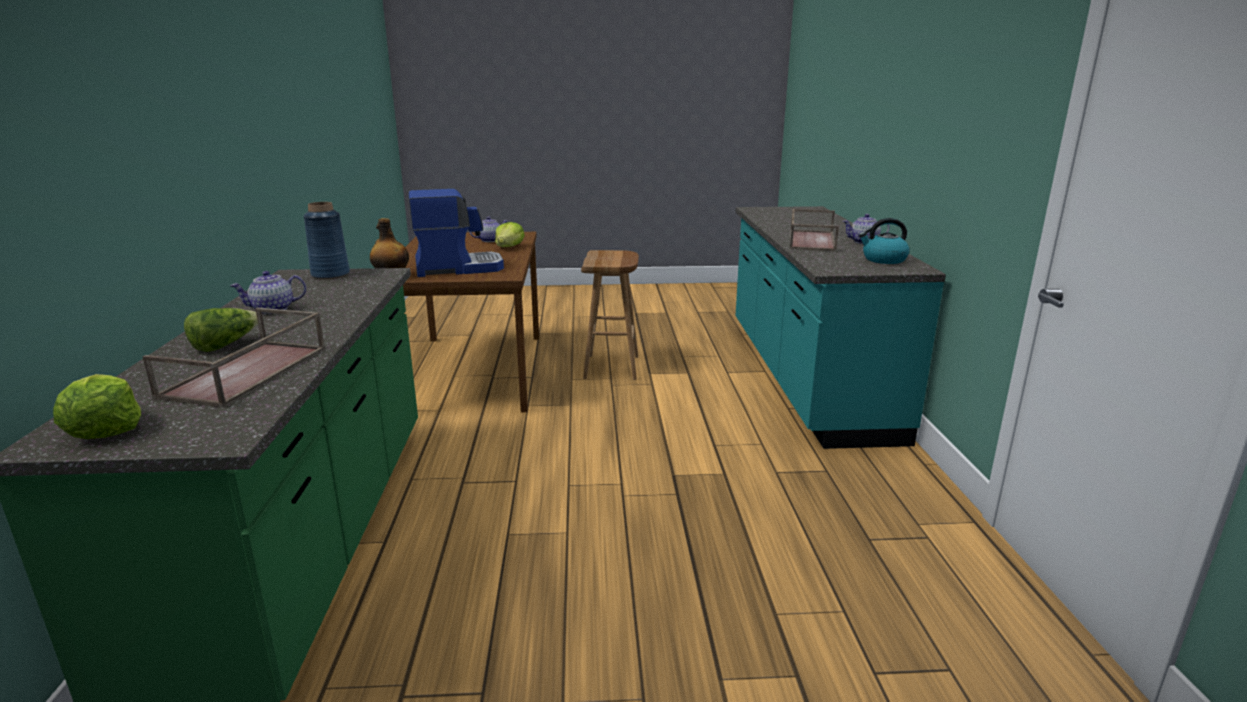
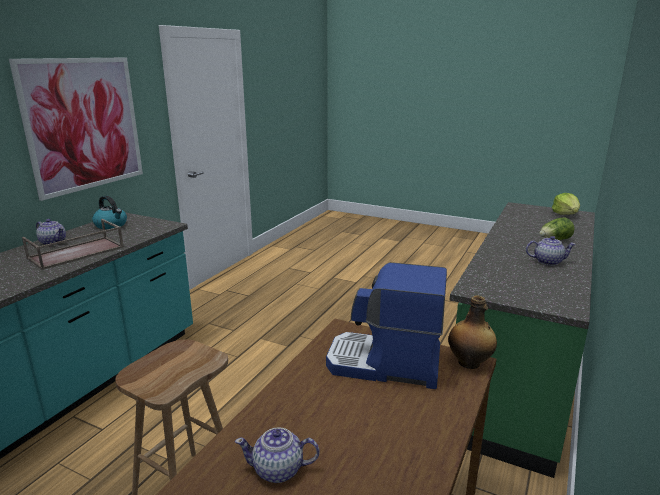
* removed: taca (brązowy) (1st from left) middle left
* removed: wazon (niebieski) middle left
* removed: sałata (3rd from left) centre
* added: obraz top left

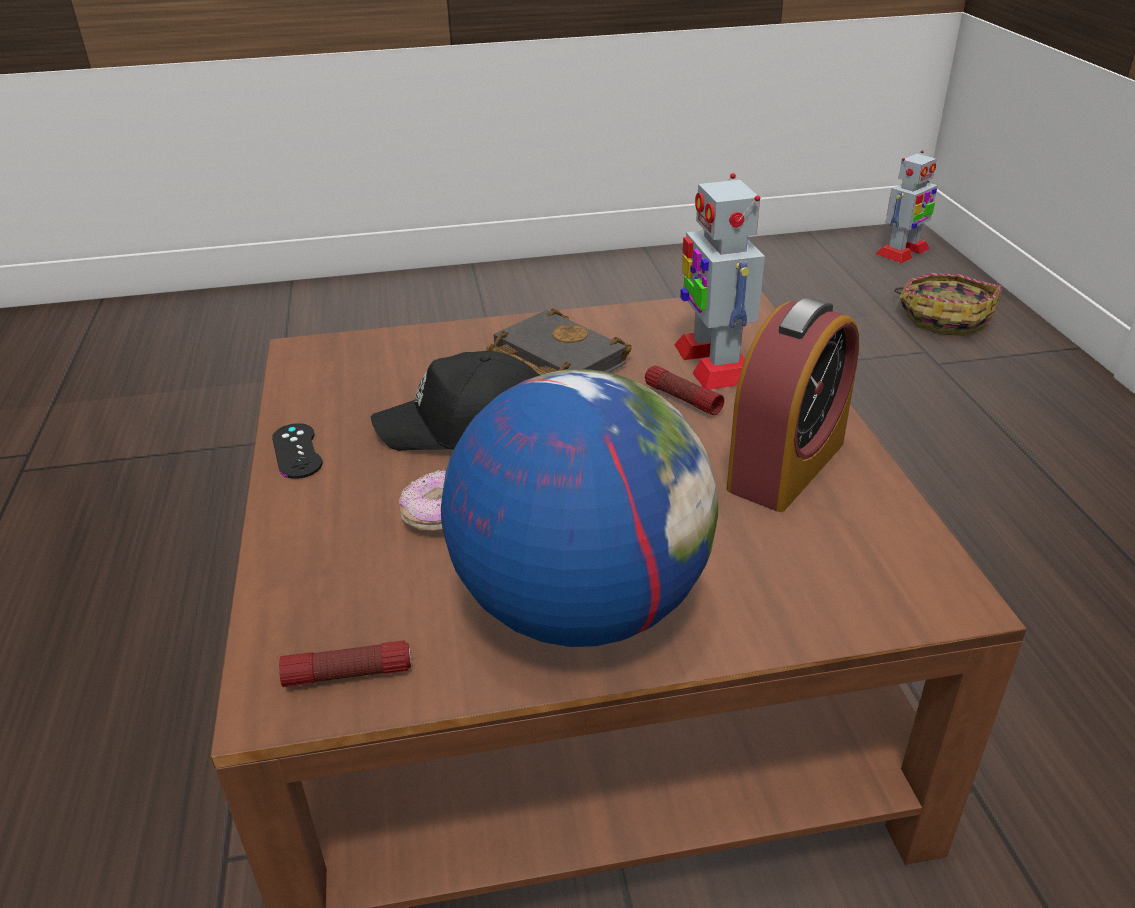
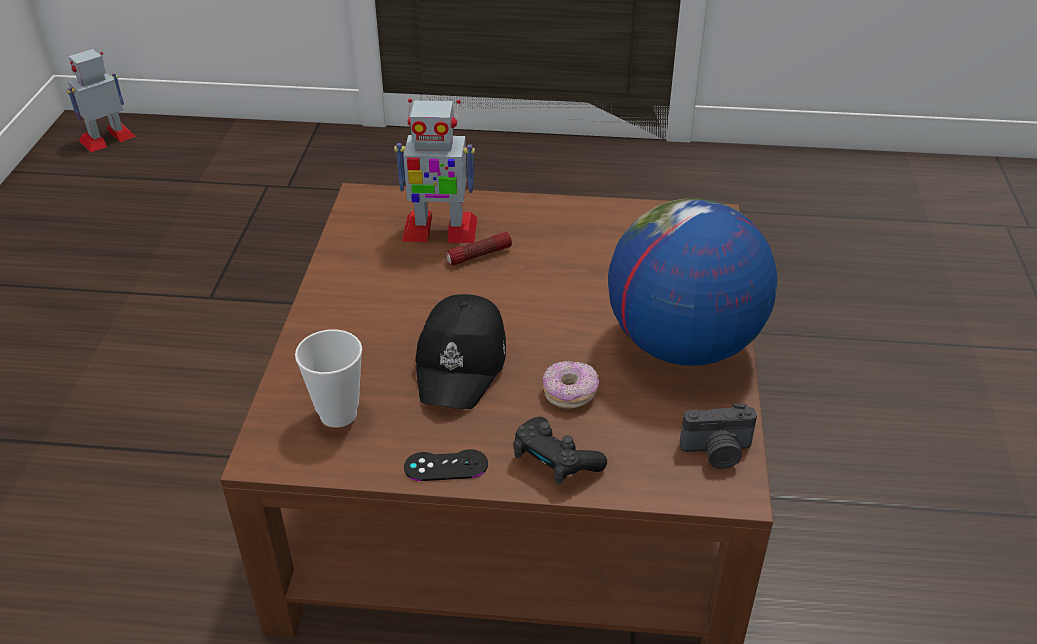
* replaced: latarka (1st from left) bottom left to aparat fotograficzny bottom right
* removed: książka (czarny) centre
* removed: budzik middle right
* turned: robot zabawkowy (2nd from left in the first image) top right = top left 105 degrees counterclockwise
* removed: koszyk middle right
* added: filiżanka middle left
* added: pad do gier (czarny) (2nd from left) bottom centre

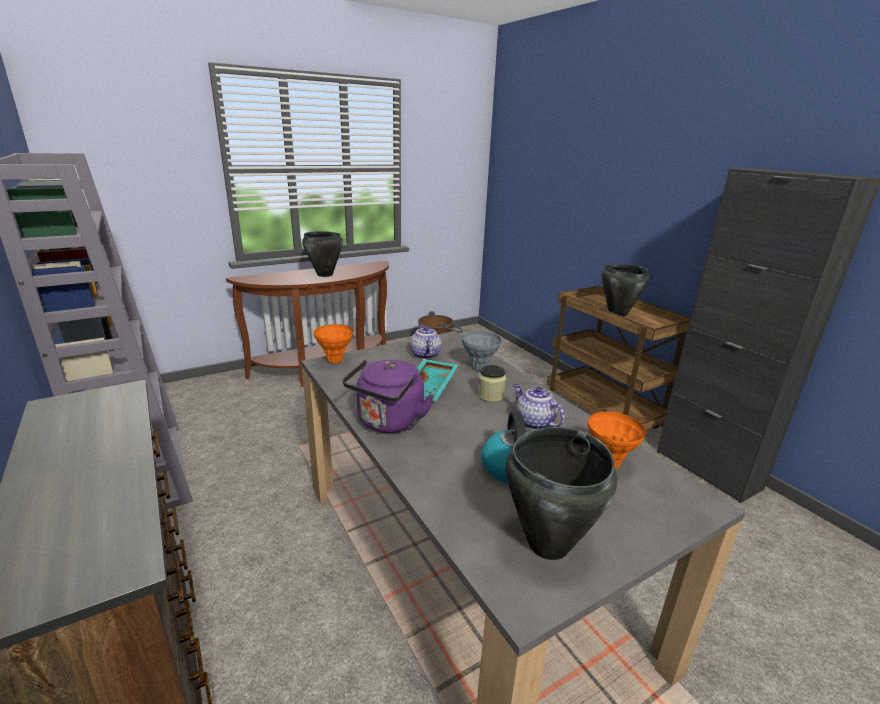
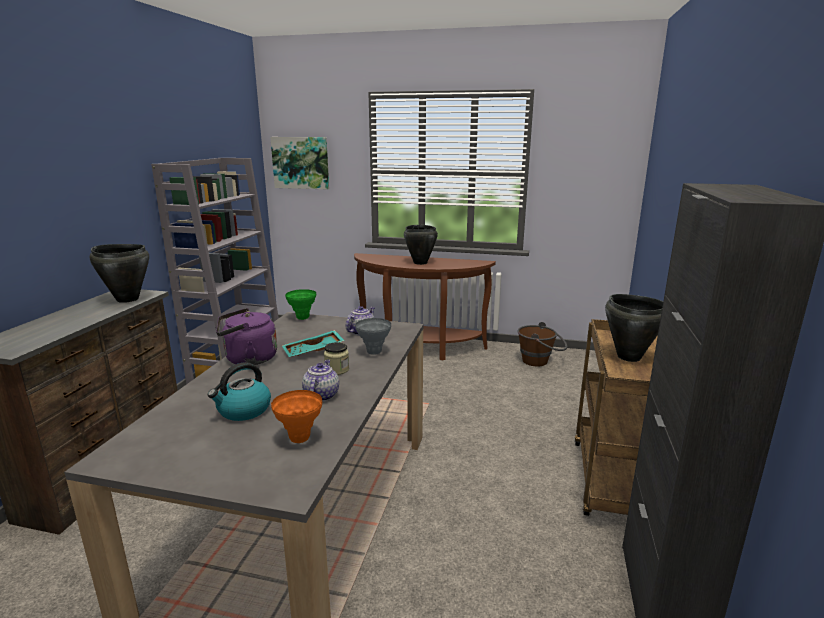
* recoloured: wazon (pomarańczowy) (1st from left) centre to wazon (zielony) centre
* moved: garnek (czarny) (2nd from left in the first image) bottom centre to garnek (czarny) (1st from left) middle left
* added: obraz top centre

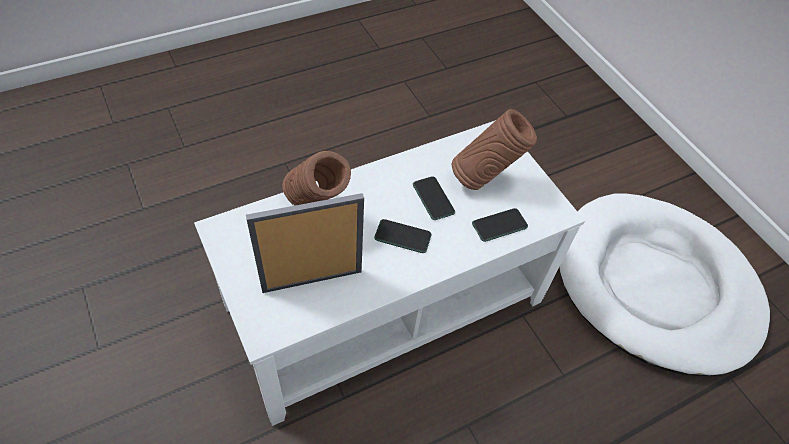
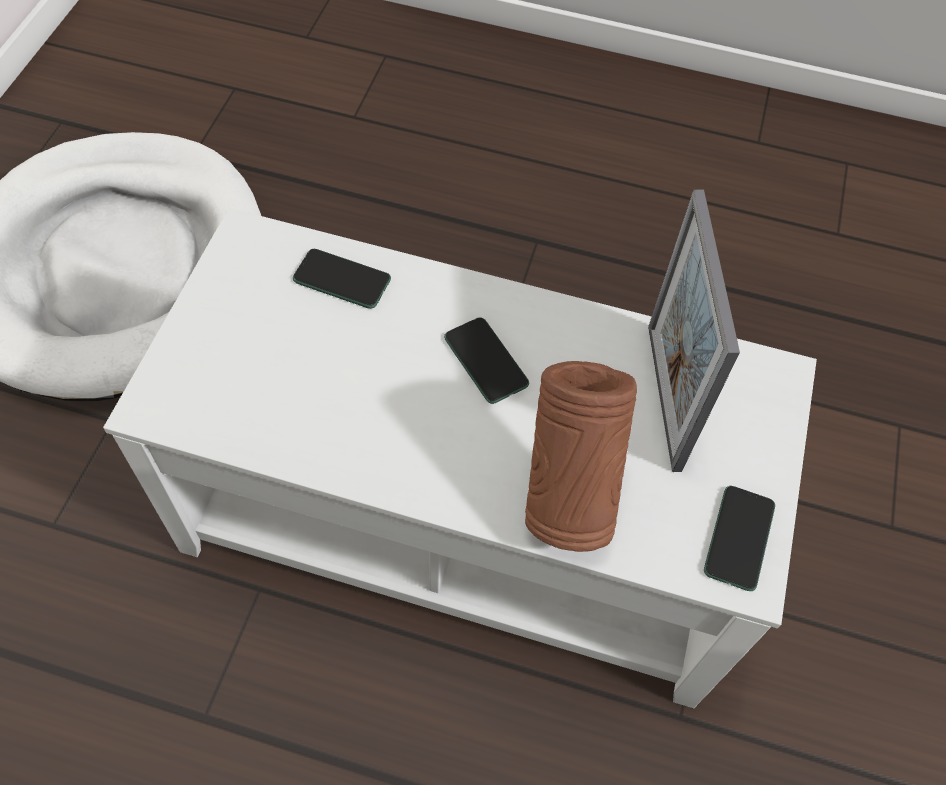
* turned: ramka na zdjęcie centre = middle right 60 degrees clockwise
* moved: telefon (2nd from left in the first image) centre to telefon (3rd from left) bottom right
* removed: wazon (brązowy) (2nd from left) centre

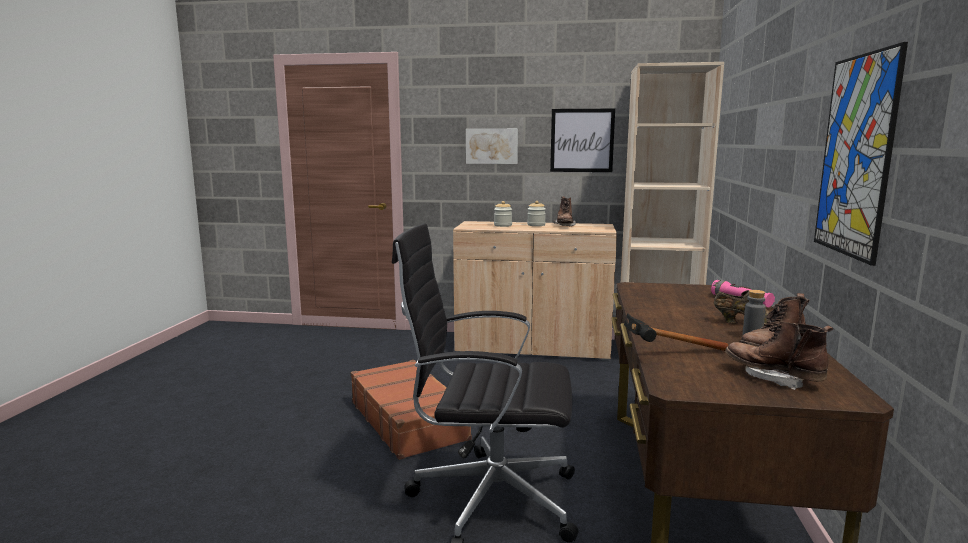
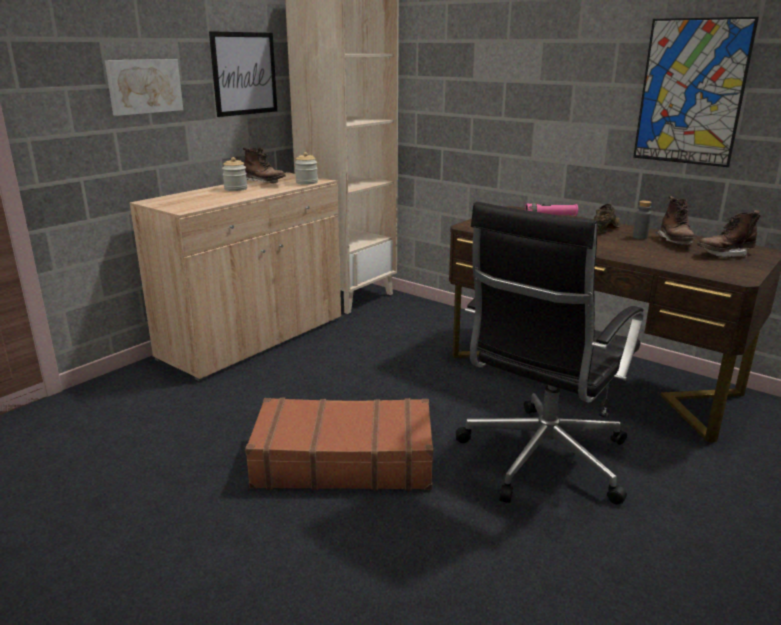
* moved: słoik (1st from left in the first image) centre to słoik (2nd from left) top centre
* removed: młotek middle right

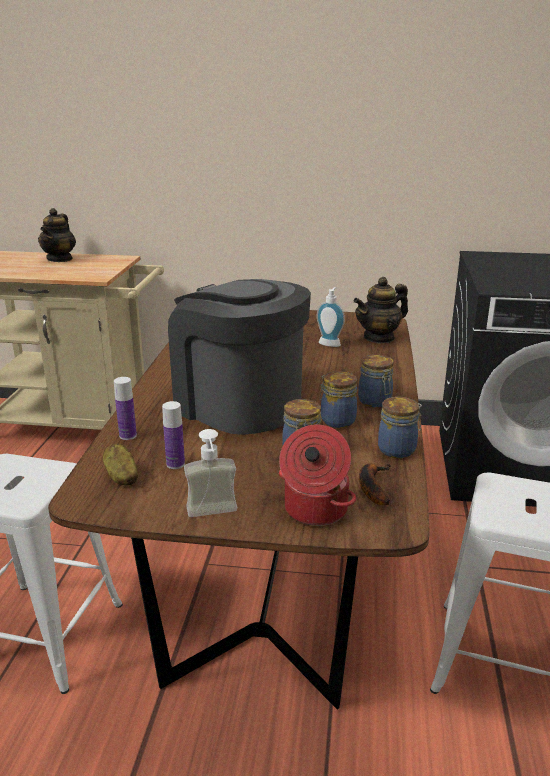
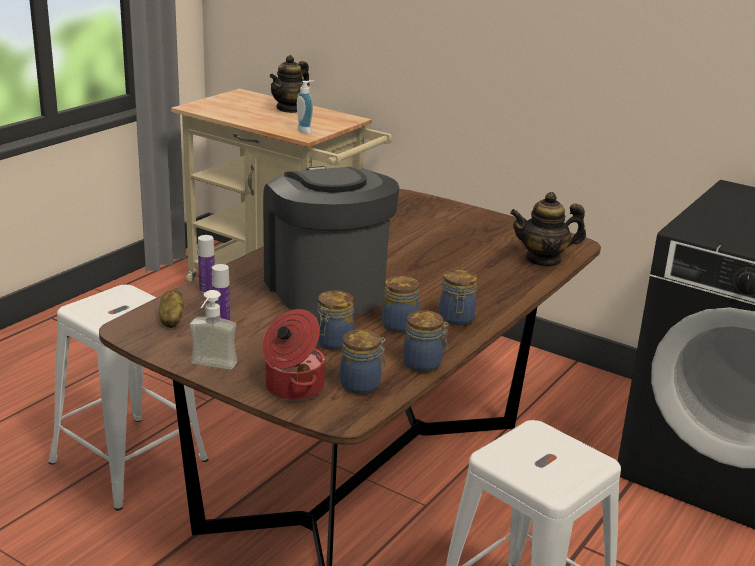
* moved: dozownik mydła (2nd from left) centre to top centre
* replaced: banan middle right to słoik (2nd from left) centre

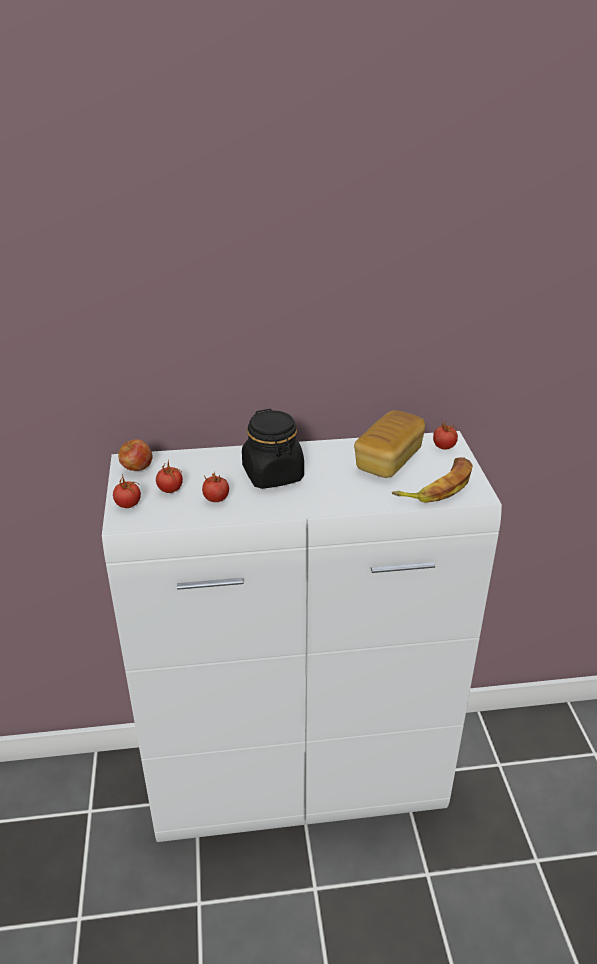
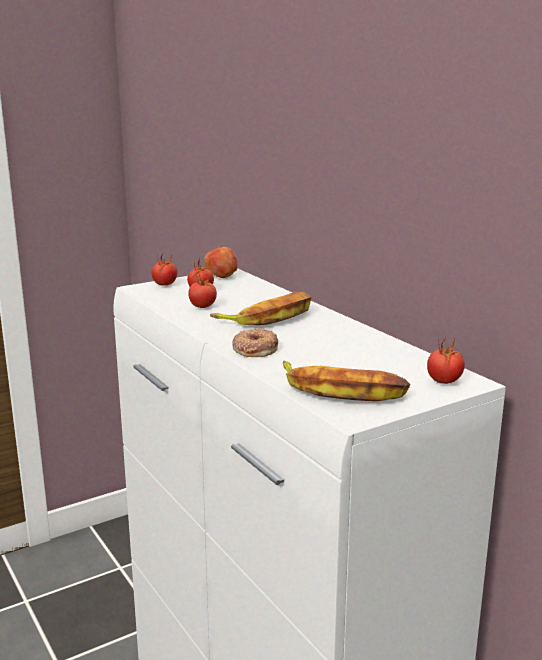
* replaced: słoik (czarny) centre to banan (1st from left) centre
* removed: chleb centre
* added: donut centre

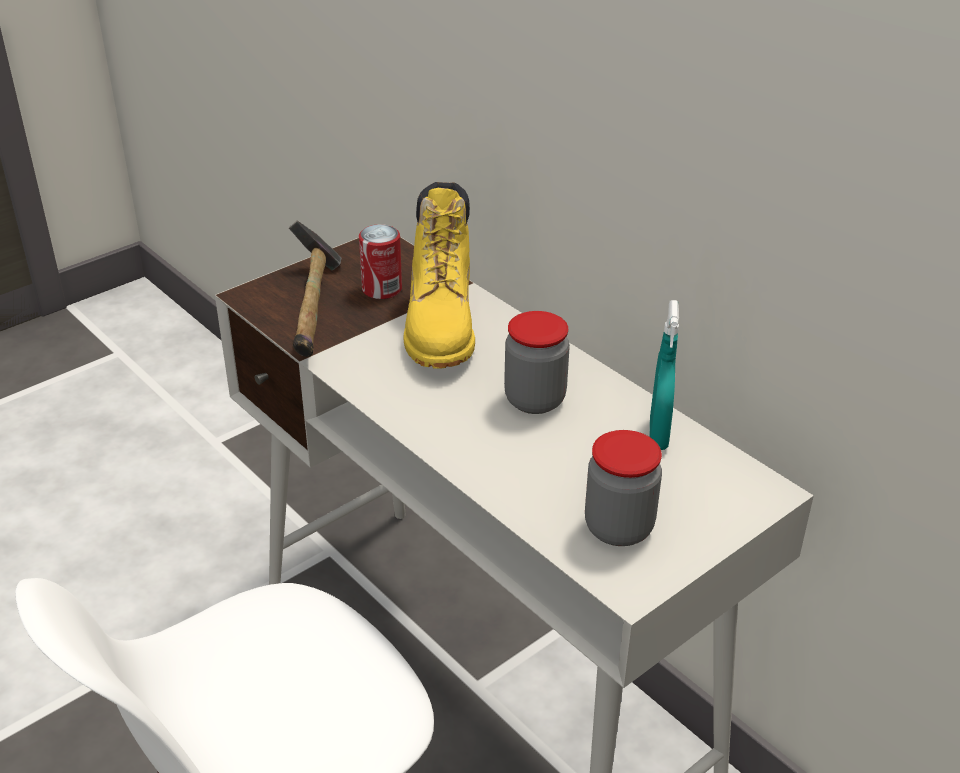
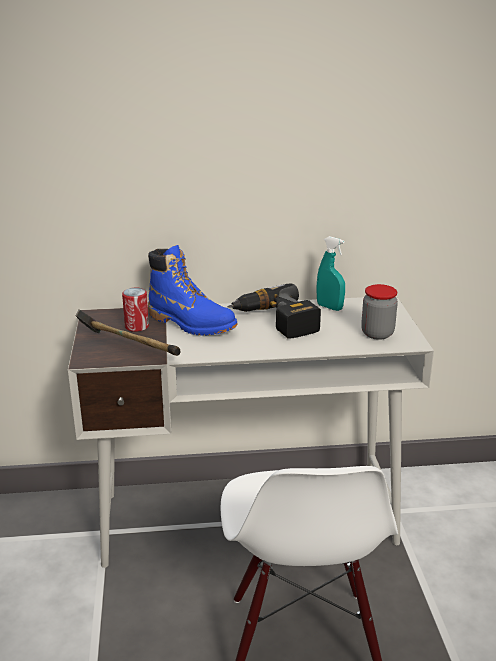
* recoloured: but z cholewką (żółty) centre to but z cholewką (niebieski) centre
* replaced: słoik (1st from left) centre to wiertarka centre

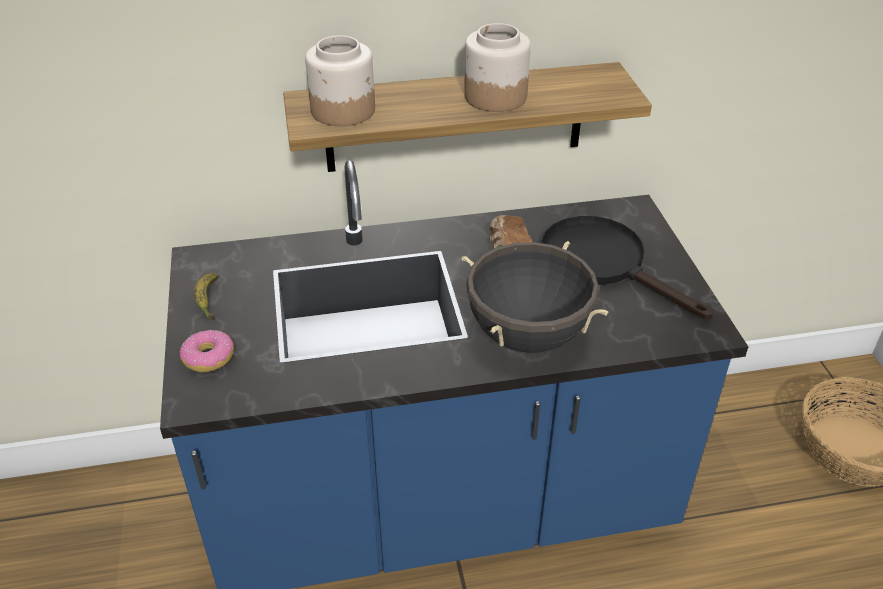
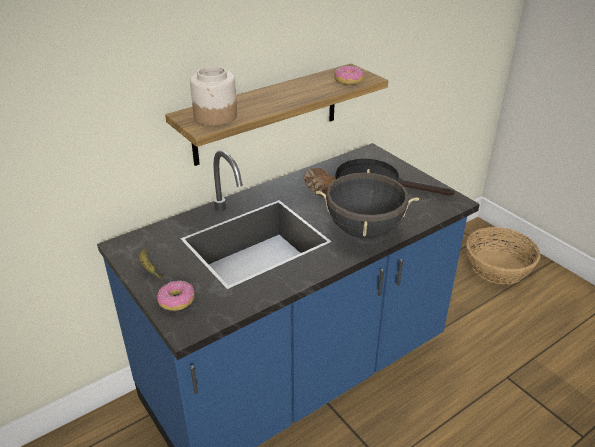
* removed: słoik (2nd from left) top centre
* added: donut (2nd from left) top centre

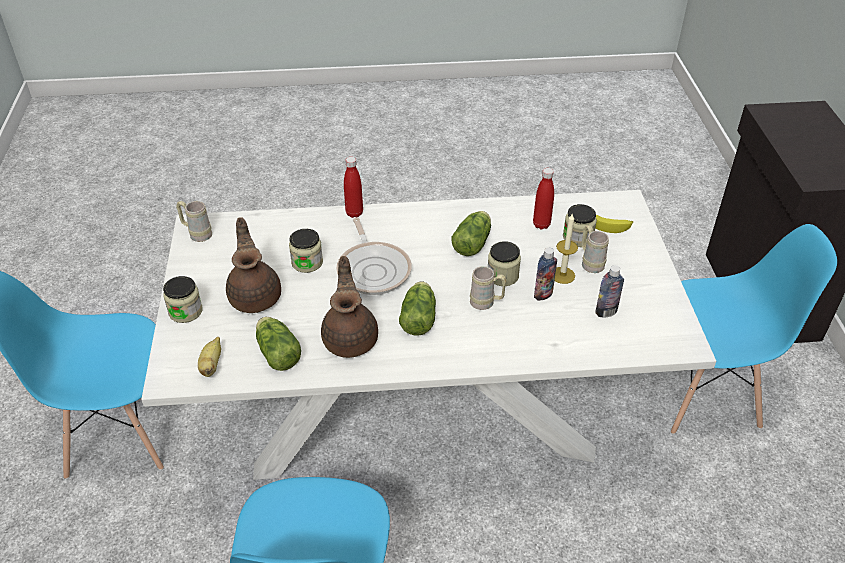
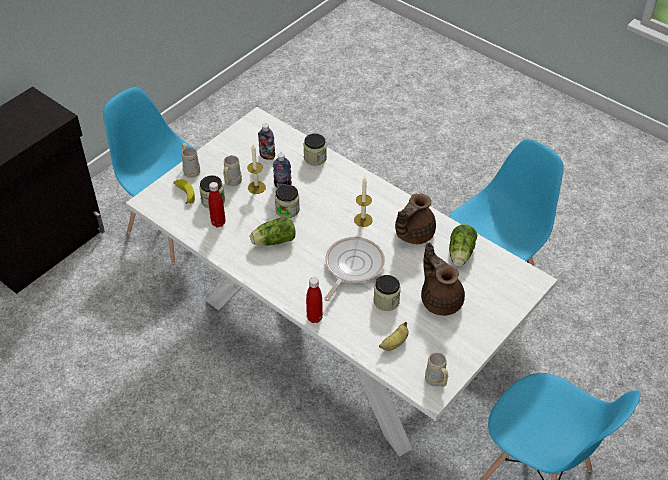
* moved: słoik (1st from left in the first image) middle left to słoik (3rd from left) top centre
* moved: banan (1st from left in the first image) middle left to banan (2nd from left) bottom centre
* turned: imbryk (brązowy) (1st from left in the first image) middle left = centre 120 degrees clockwise
* replaced: sałata (2nd from left) centre to świeca (2nd from left) centre
* moved: kubek (beżowy) (2nd from left in the first image) centre to kubek (beżowy) (1st from left) middle left

